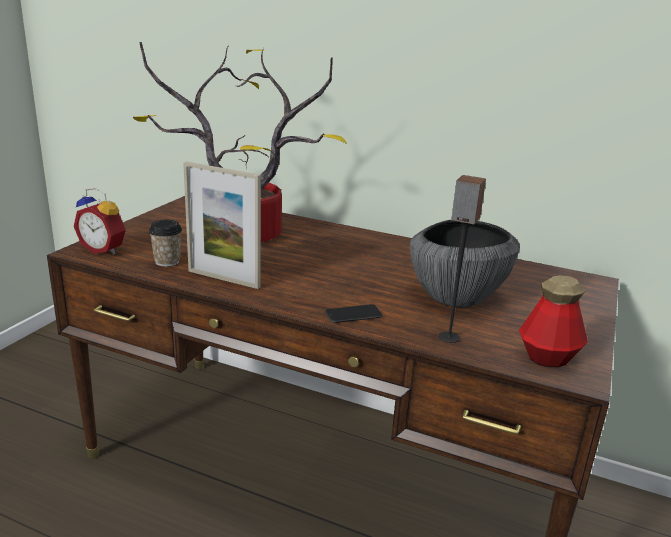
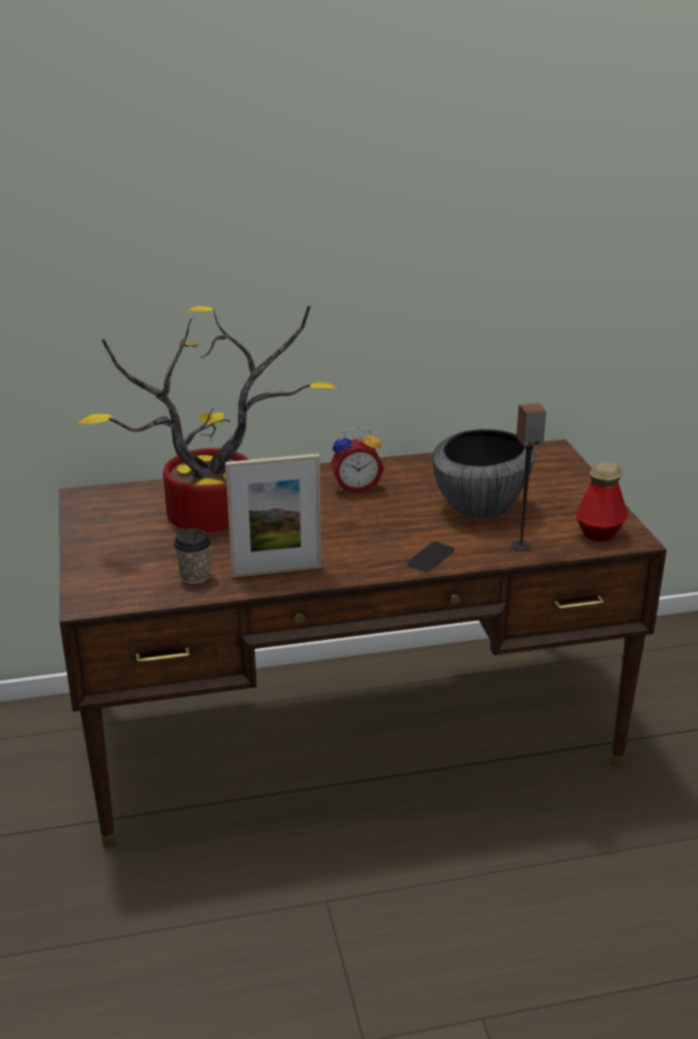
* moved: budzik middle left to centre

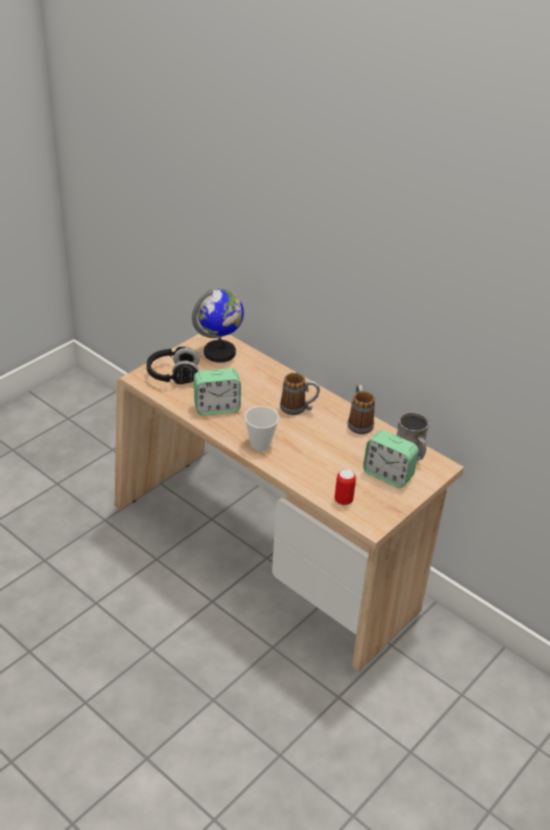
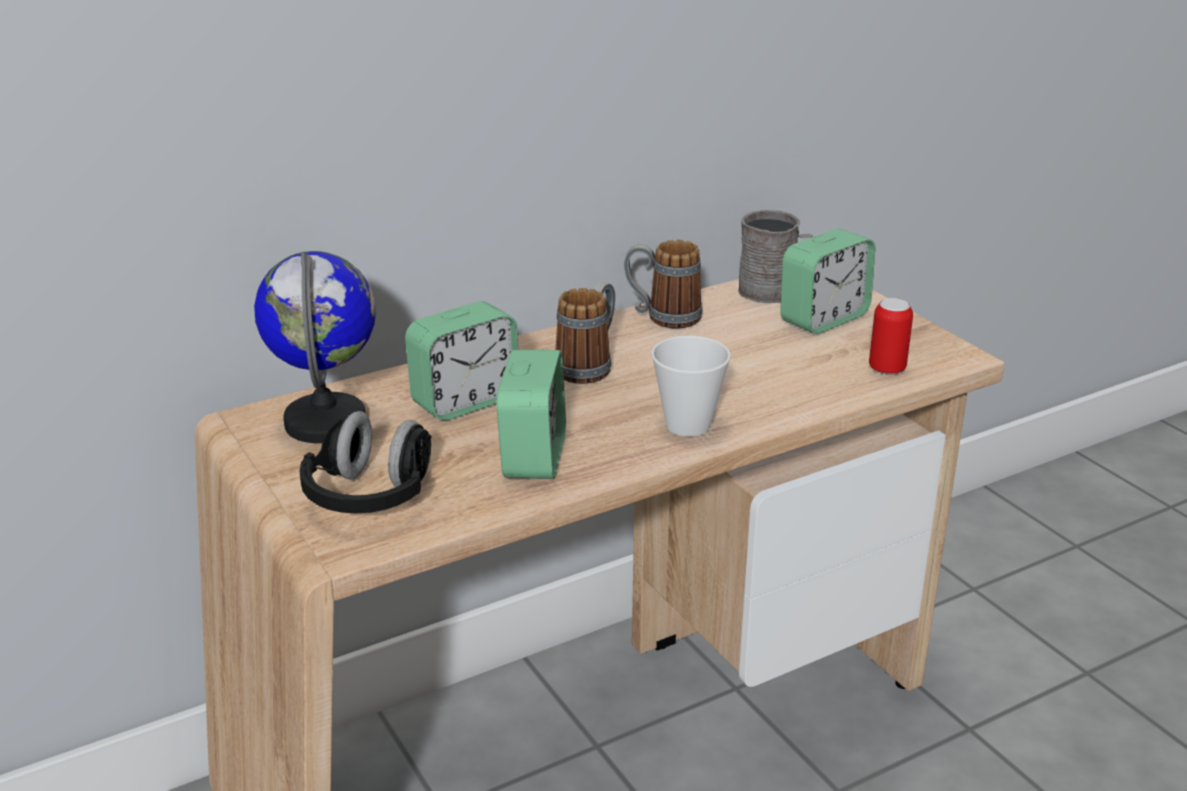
* added: budzik (1st from left) centre

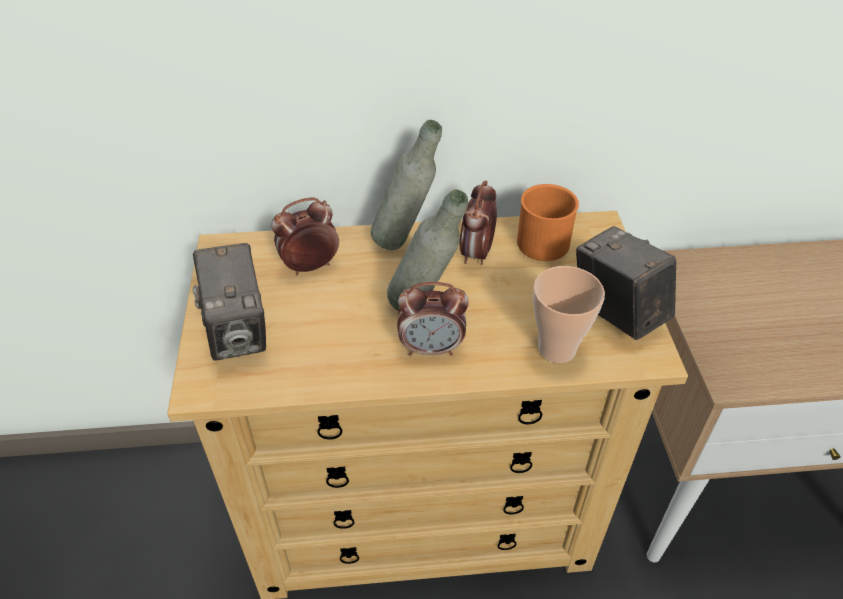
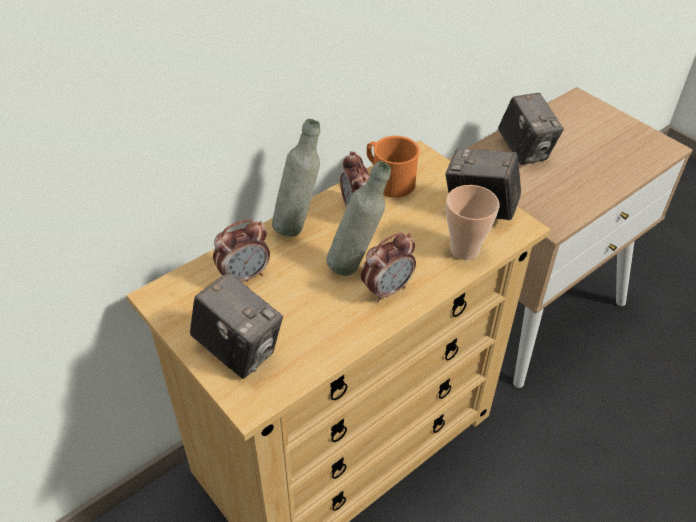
* turned: budzik (1st from left) centre = centre 150 degrees counterclockwise
* added: aparat fotograficzny (3rd from left) top right

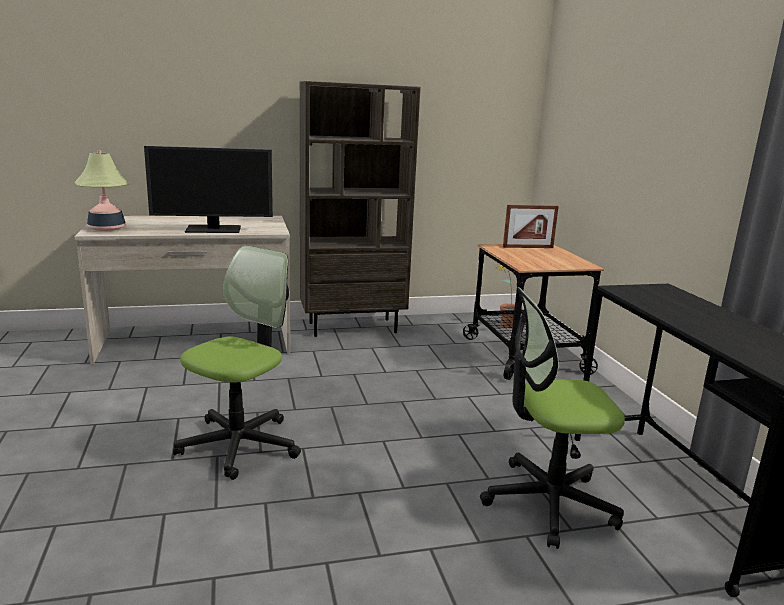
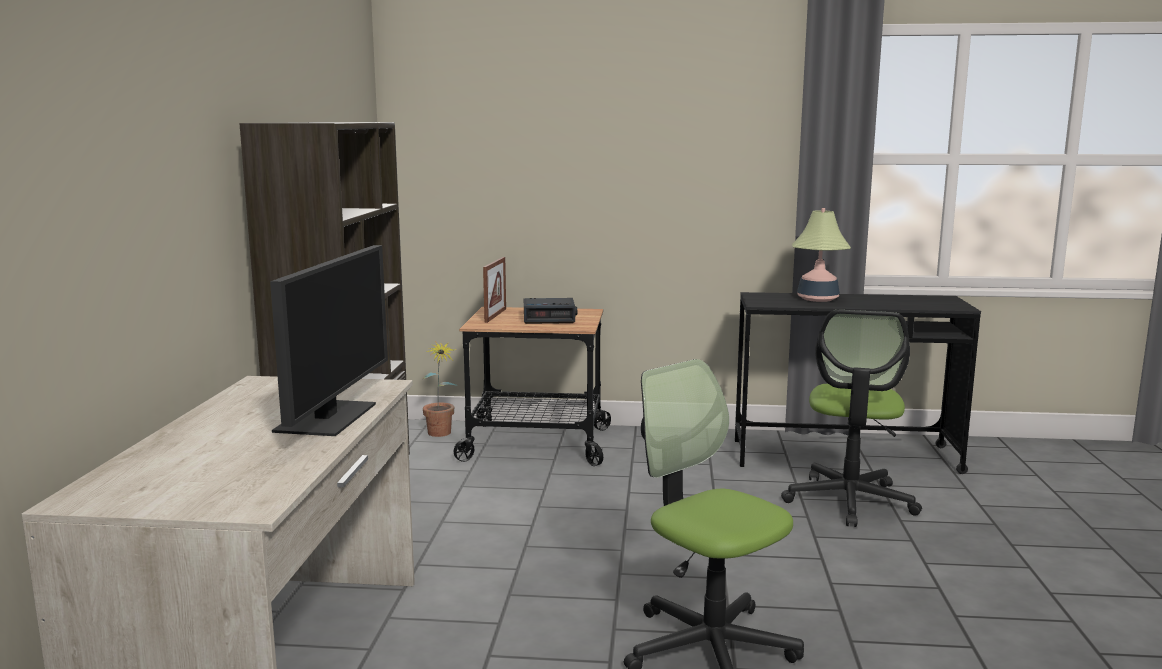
* moved: lampa stołowa top left to middle right
* added: budzik centre

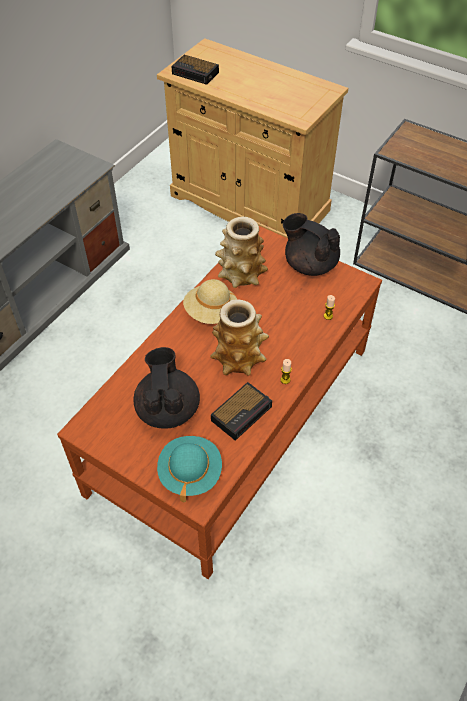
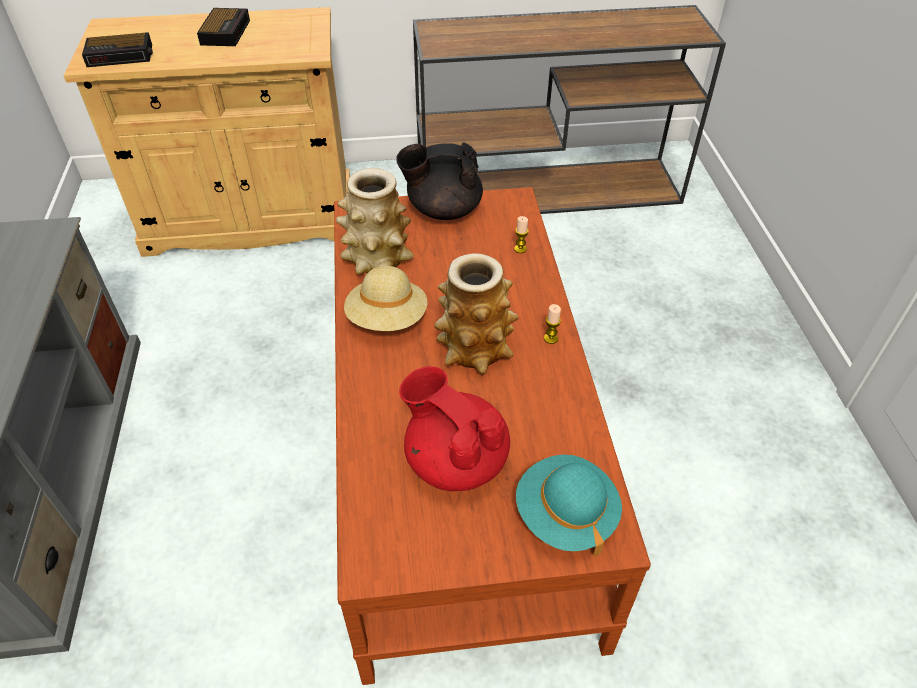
* recoloured: imbryk (czarny) (1st from left) centre to imbryk (czerwony) centre
* moved: budzik (2nd from left) centre to top left

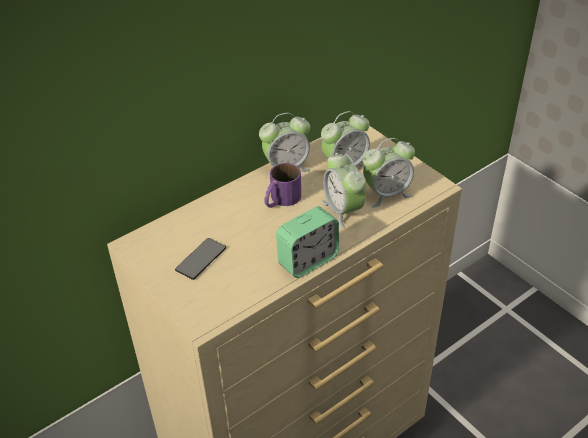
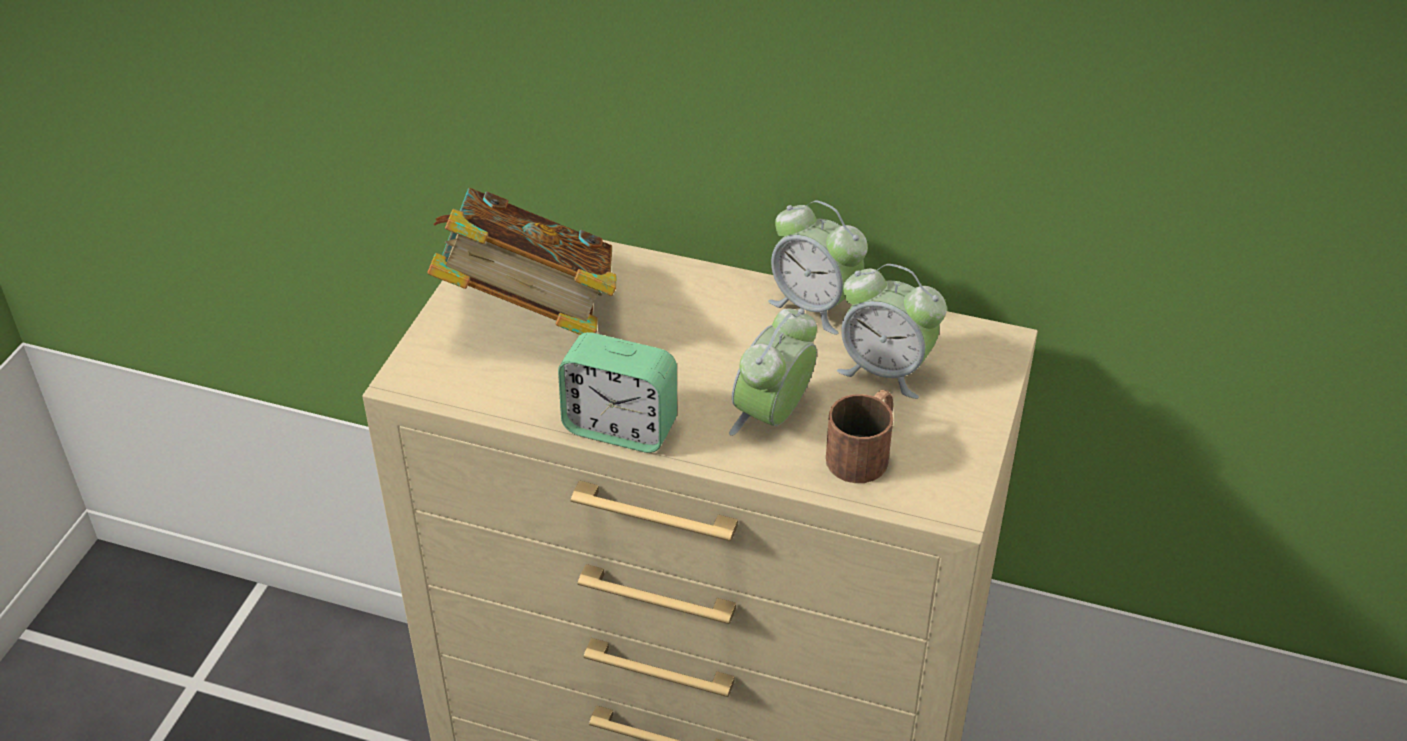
* replaced: telefon centre to książka centre
* removed: kubek (fioletowy) centre
* replaced: budzik (5th from left) centre to kubek (brązowy) centre

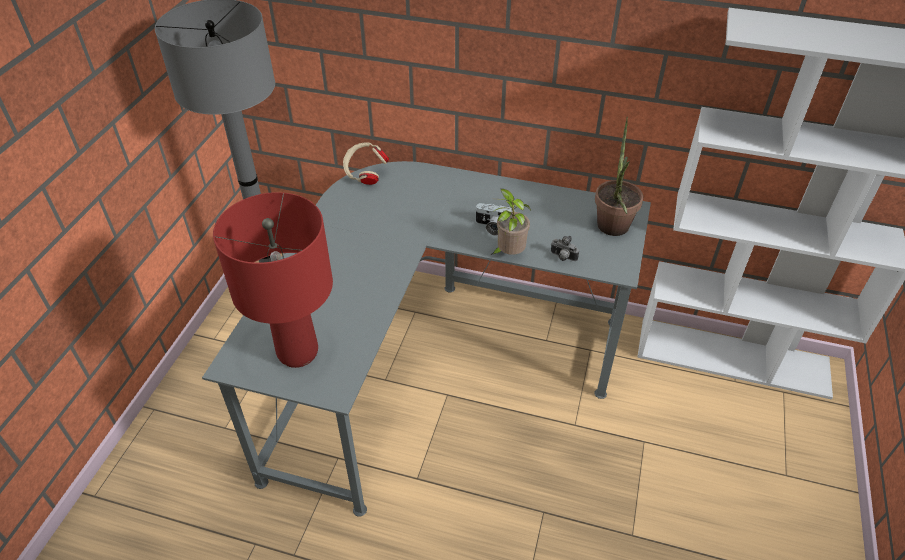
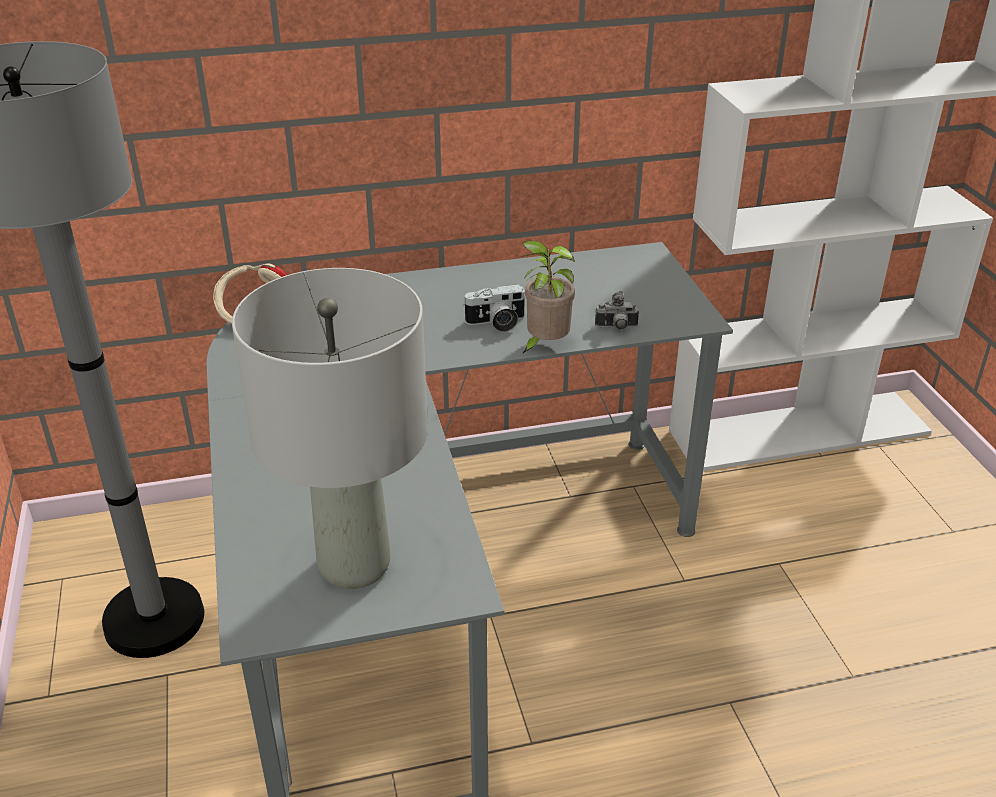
* recoloured: lampa stołowa (czerwony) middle left to lampa stołowa (szary) middle left
* removed: roślina doniczkowa (2nd from left) top right

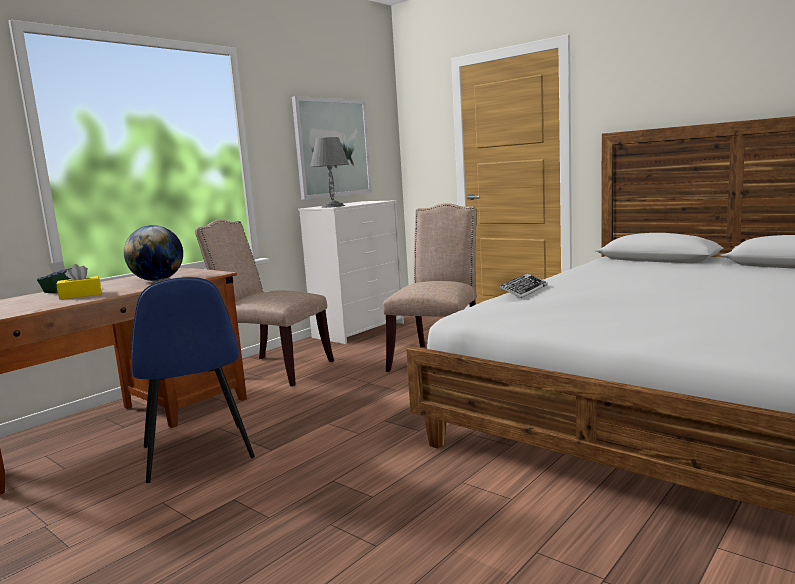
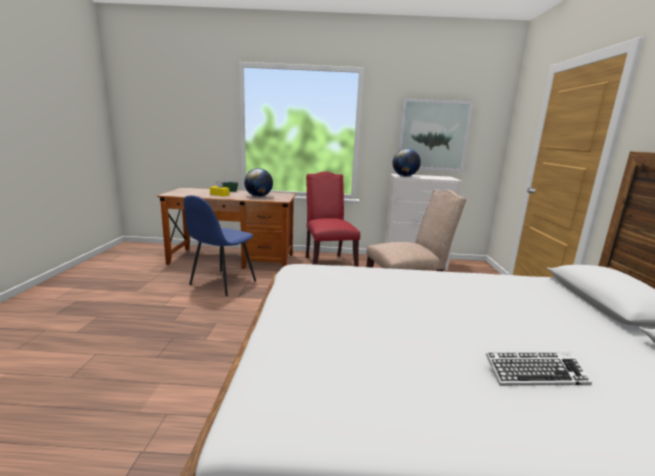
* recoloured: krzesło (beżowy) (1st from left) middle left to krzesło (czerwony) centre
* replaced: lampa stołowa (szary) top centre to globus (2nd from left) centre
* moved: klawiatura centre to bottom right

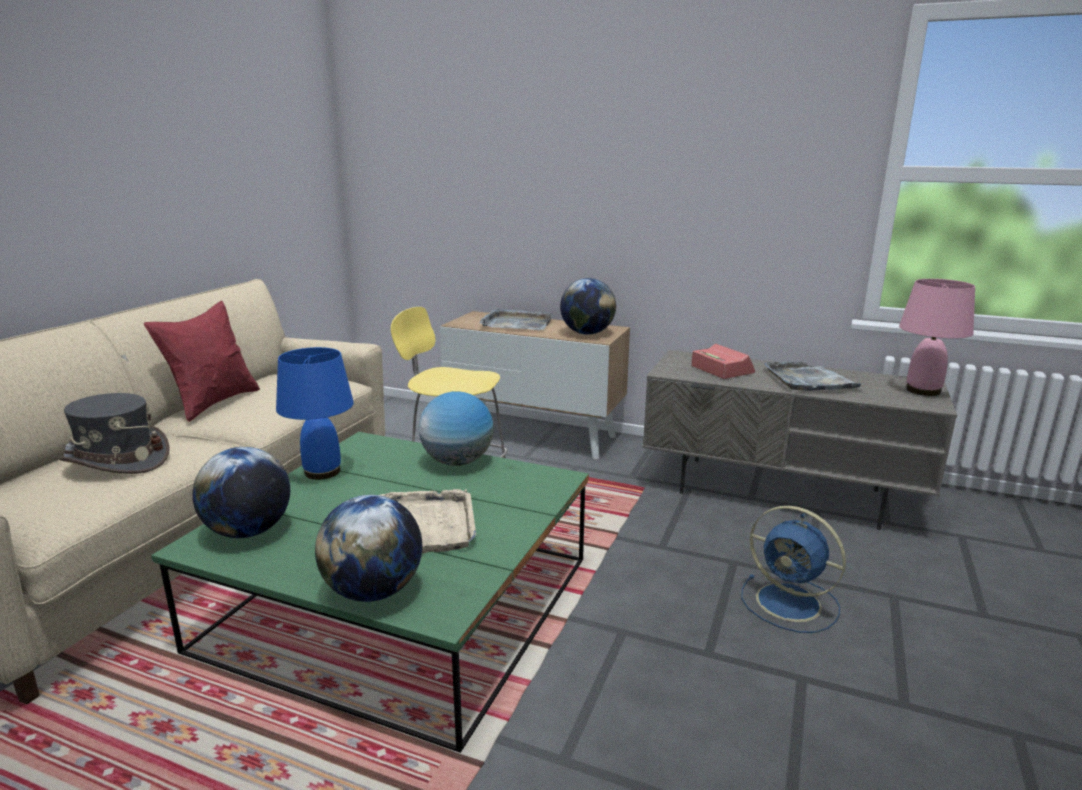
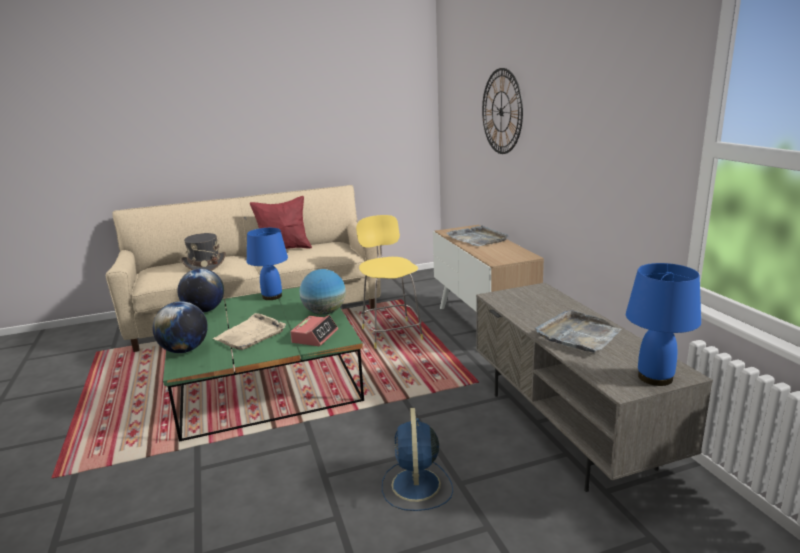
* removed: globus (4th from left) centre
* moved: budzik middle right to centre
* recoloured: lampa stołowa (różowy) middle right to lampa stołowa (niebieski) (2nd from left) middle right
* added: zegar ścienny top centre

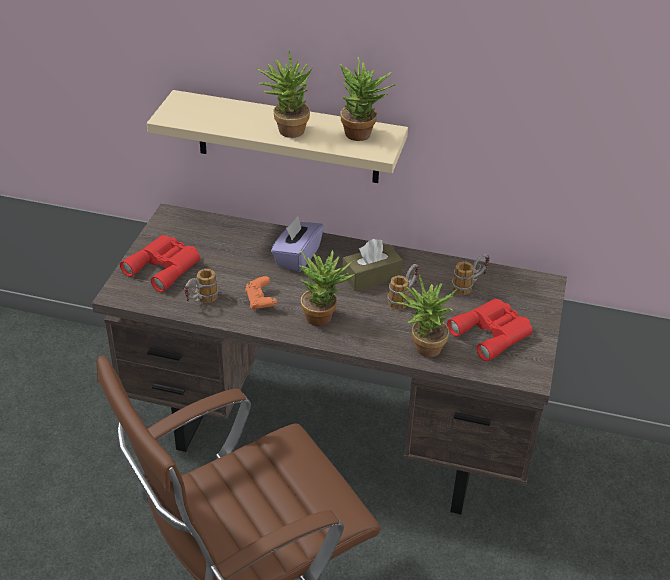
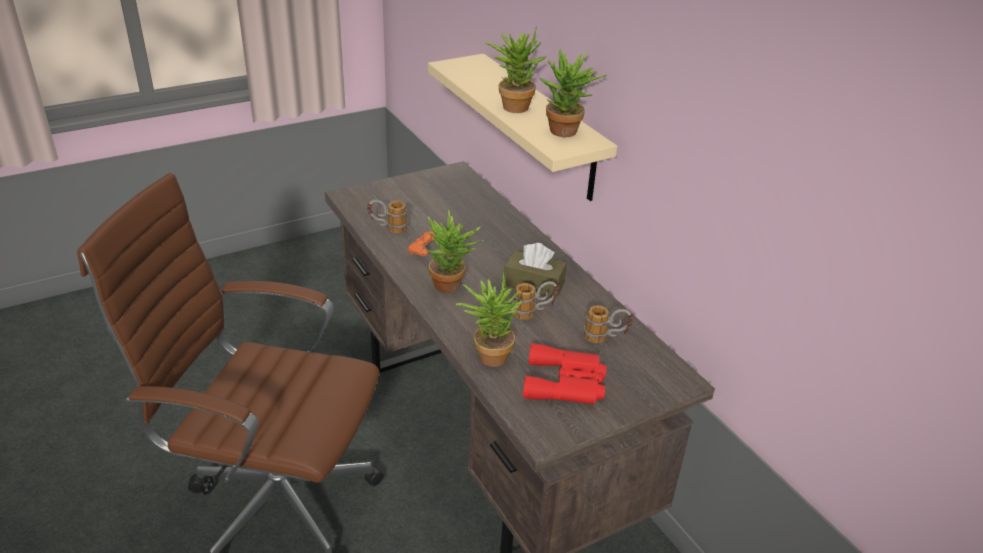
* removed: lornetka (czerwony) (1st from left) middle left
* removed: pudełko chusteczek (fioletowy) centre

